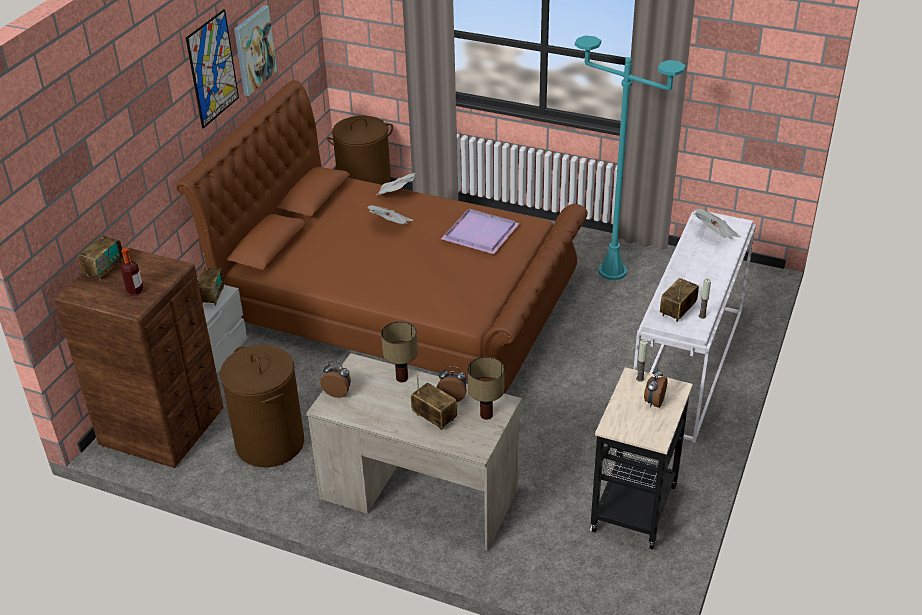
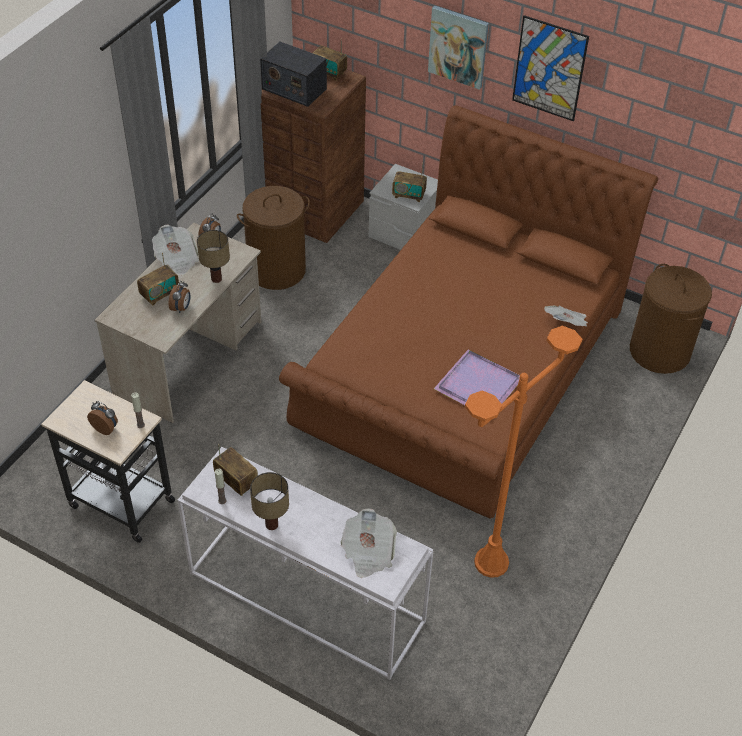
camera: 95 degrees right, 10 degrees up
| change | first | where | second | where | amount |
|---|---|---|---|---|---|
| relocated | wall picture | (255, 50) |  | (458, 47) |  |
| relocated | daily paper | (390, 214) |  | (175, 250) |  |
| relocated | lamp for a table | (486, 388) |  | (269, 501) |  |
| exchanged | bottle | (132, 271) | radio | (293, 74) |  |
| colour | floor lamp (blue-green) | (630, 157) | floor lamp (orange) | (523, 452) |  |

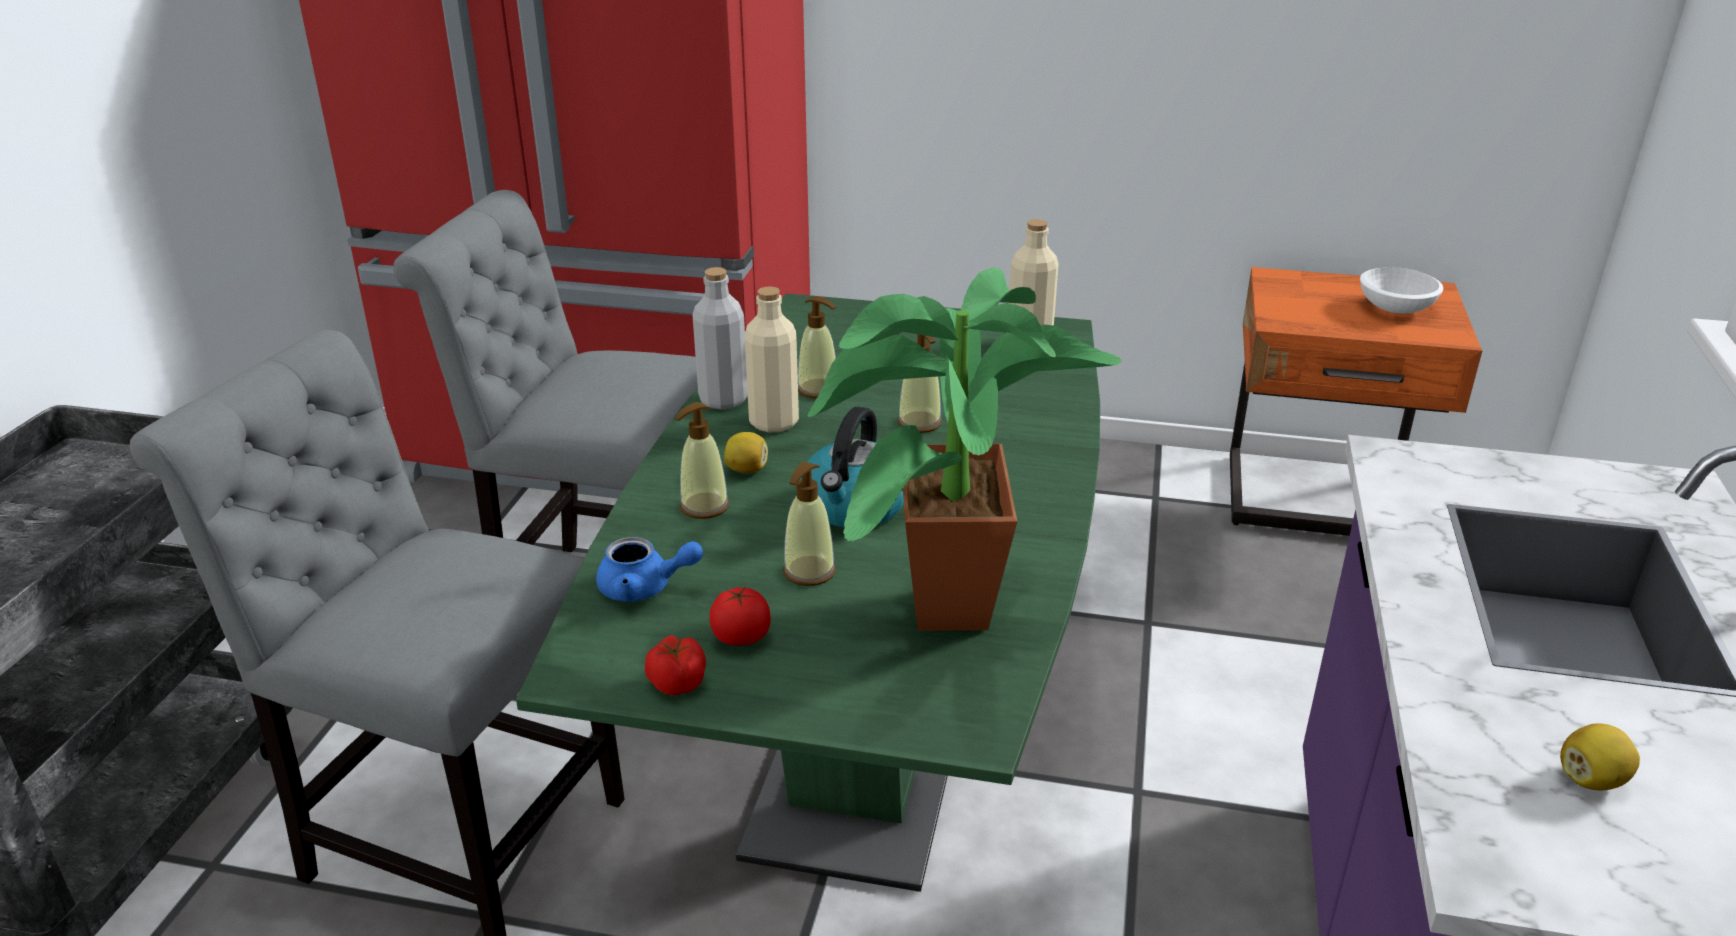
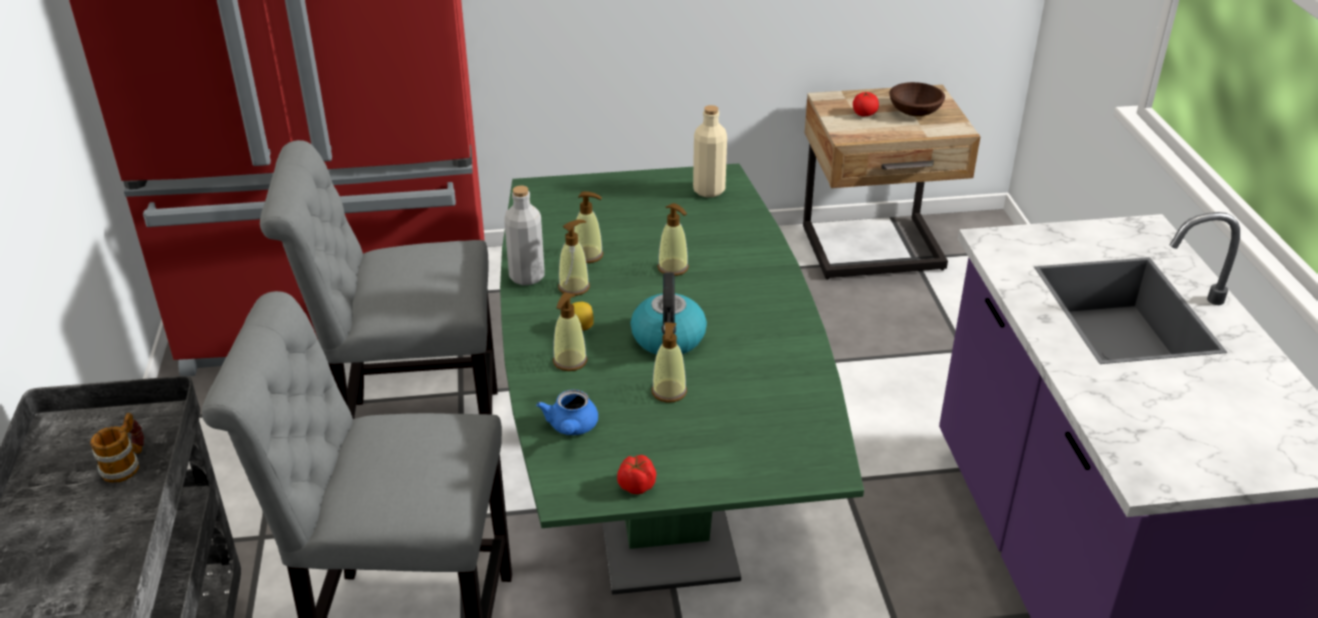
camera: 20 degrees left, 5 degrees up
| change | first | where | second | where | amount |
|---|---|---|---|---|---|
| missing | potted plant | (964, 449) |  |  |  |
| missing | lemon | (1600, 757) |  |  |  |
| appeared |  |  | coffee mug | (117, 448) |  |
| relocated | fresh tomato | (740, 616) |  | (866, 103) |  |
| exchanged | bottle (beige) | (772, 360) | liquid soap bottle | (574, 258) |  |
| colour | nightstand (orange) | (1356, 401) | nightstand (beige) | (892, 182) |  |
| colour | serving bowl (white-coloured) | (1401, 290) | serving bowl (brown-coloured) | (917, 99) |  |
| spun | tea pot (blue-coloured) | (649, 569) |  | (567, 412) | 105 degrees clockwise |

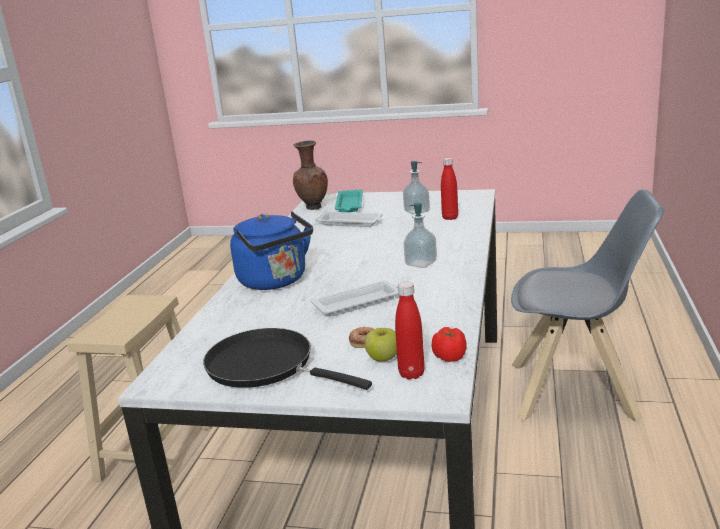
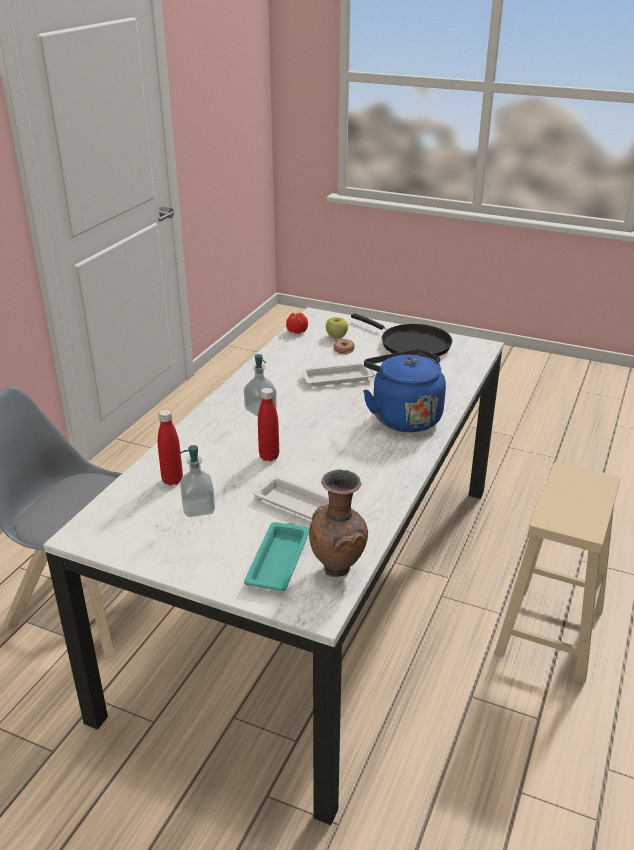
camera: 170 degrees left, 10 degrees up
| change | first | where | second | where | amount |
|---|---|---|---|---|---|
| relocated | bottle (red-coloured) | (410, 331) |  | (268, 424) |  |

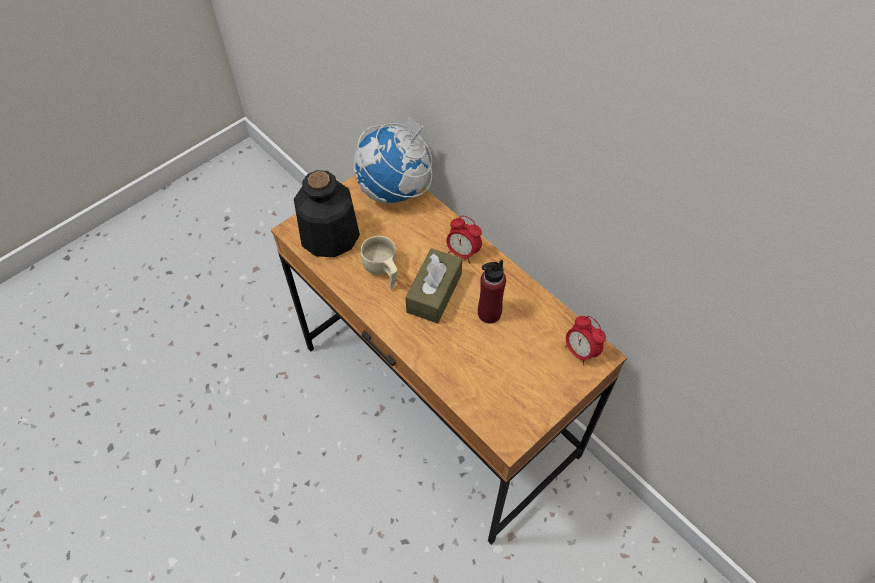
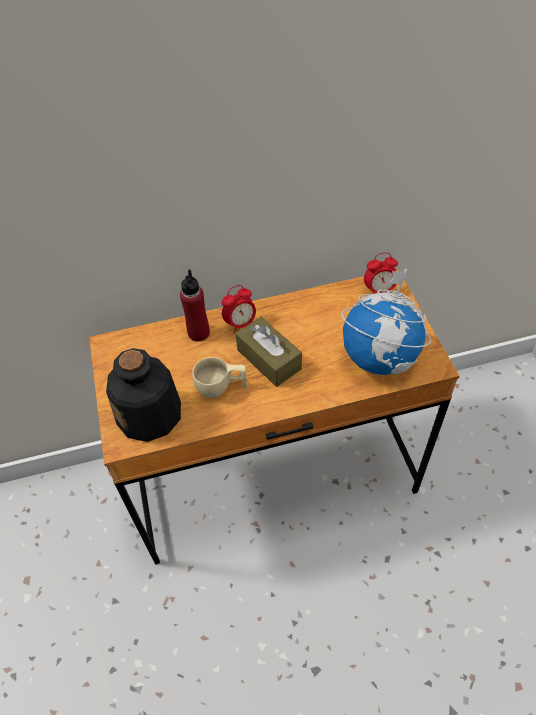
camera: 60 degrees left, 5 degrees down
| change | first | where | second | where | amount |
|---|---|---|---|---|---|
| relocated | globe | (392, 159) |  | (386, 322) |  |
| relocated | bottle (red-coloured) | (492, 291) |  | (195, 305) |  |

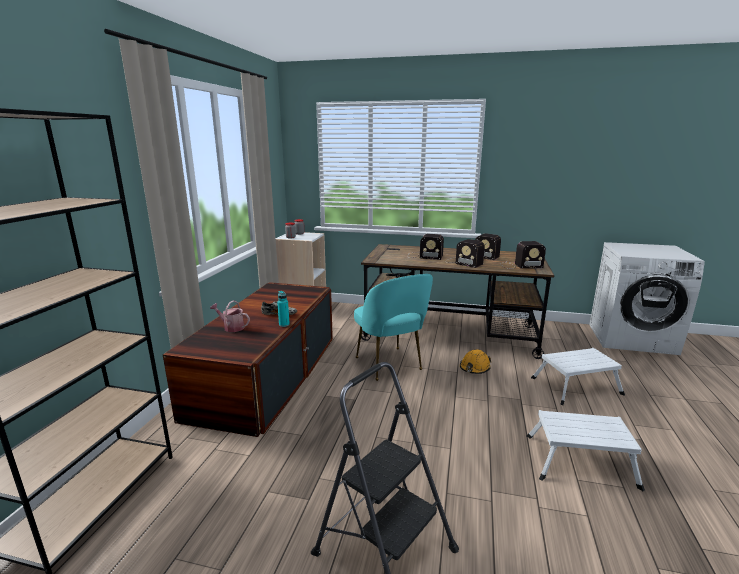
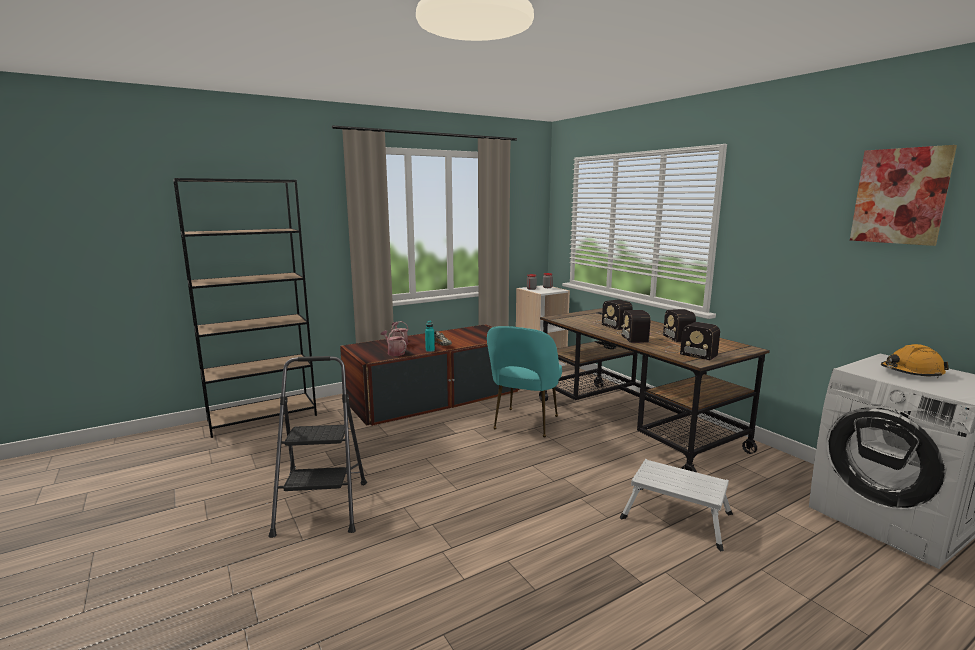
camera: 45 degrees right, 5 degrees down
| change | first | where | second | where | amount |
|---|---|---|---|---|---|
| missing | stepladder (white-coloured) | (585, 450) |  |  |  |
| appeared |  |  | watering pot | (394, 342) |  |
| appeared |  |  | wall picture | (903, 195) |  |
| relocated | safety helmet (orange) | (475, 361) |  | (915, 361) |  |

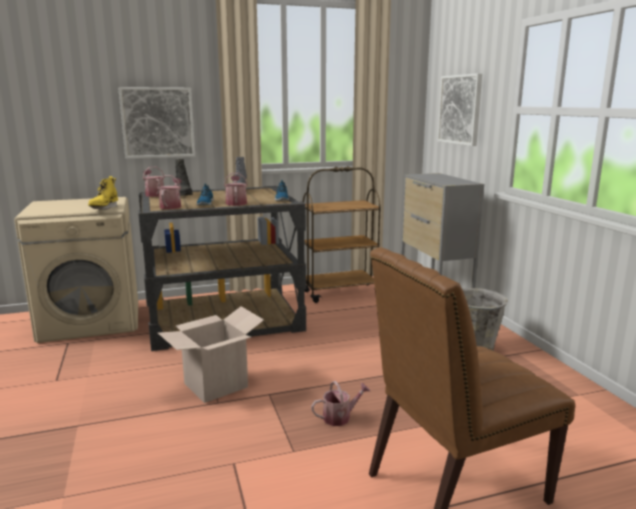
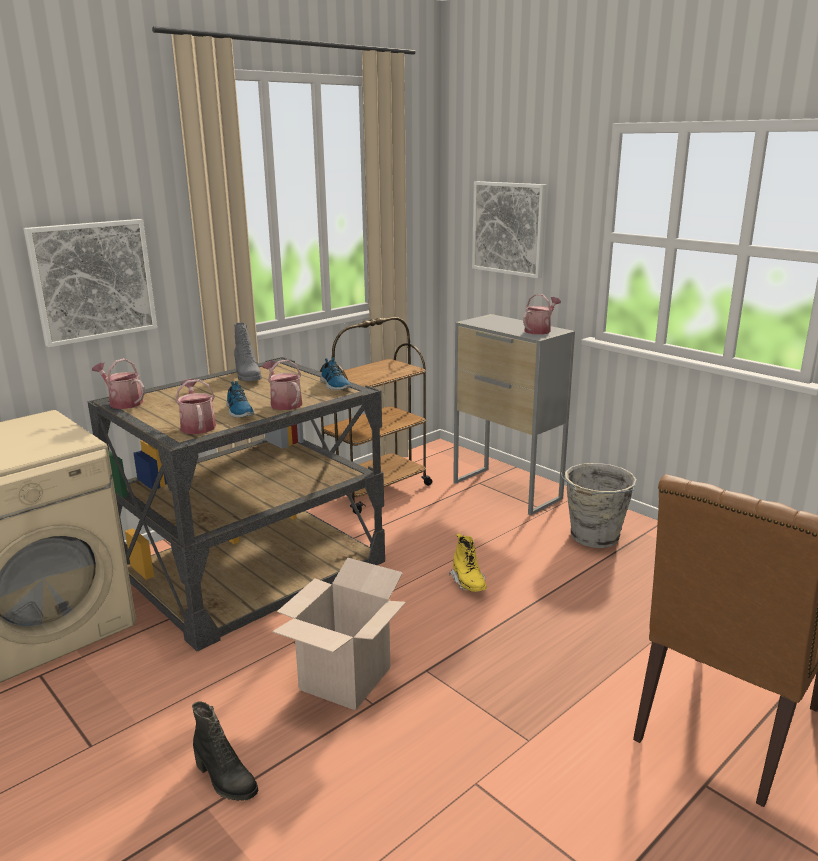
camera: 25 degrees left, 5 degrees up
| change | first | where | second | where | amount |
|---|---|---|---|---|---|
| relocated | boot (yellow-coloured) | (103, 193) |  | (468, 562) |  |
| relocated | boot (blackish) | (184, 177) |  | (225, 751) |  |
| relocated | watering pot | (340, 403) |  | (542, 314) |  |

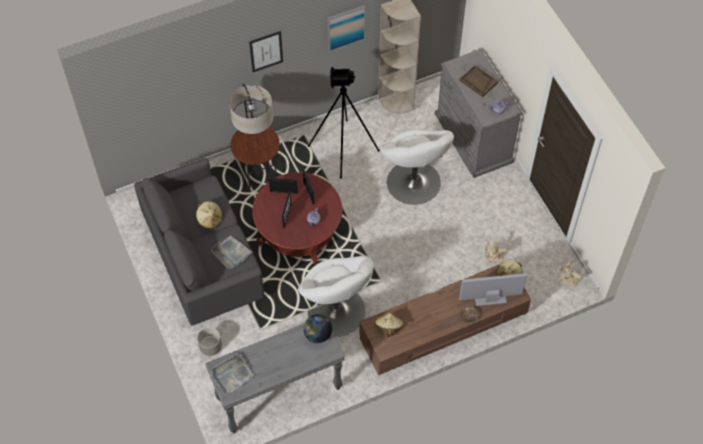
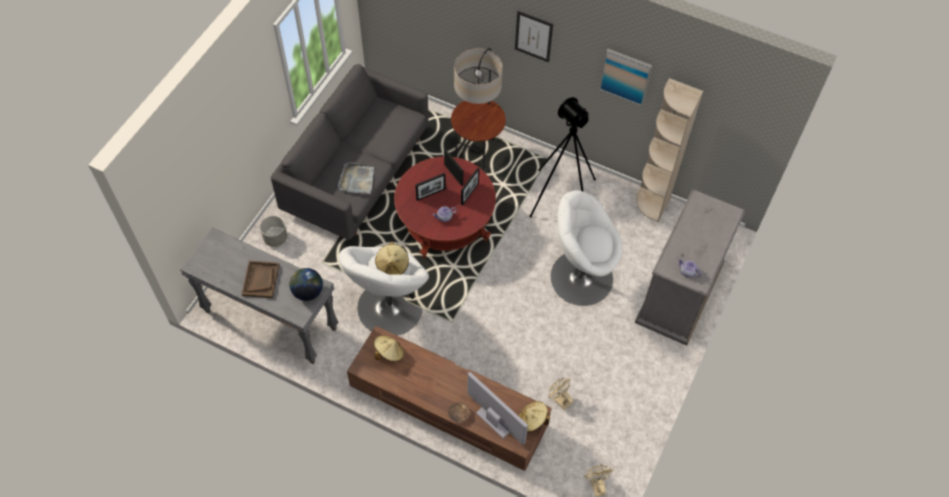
camera: 50 degrees right, 0 degrees up
| change | first | where | second | where | amount |
|---|---|---|---|---|---|
| missing | carrying tray (grey) | (232, 374) |  |  |  |
| relocated | clothing hat (beige) | (209, 215) |  | (392, 258) |  |
| relocated | carrying tray (brown-coloured) | (478, 81) |  | (261, 279) |  |
| spun | lounge chair (white-coloured) | (417, 167) |  | (587, 248) | 60 degrees clockwise |

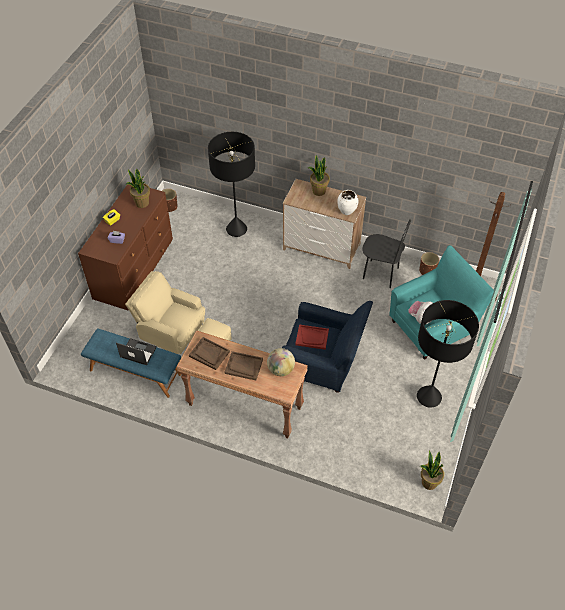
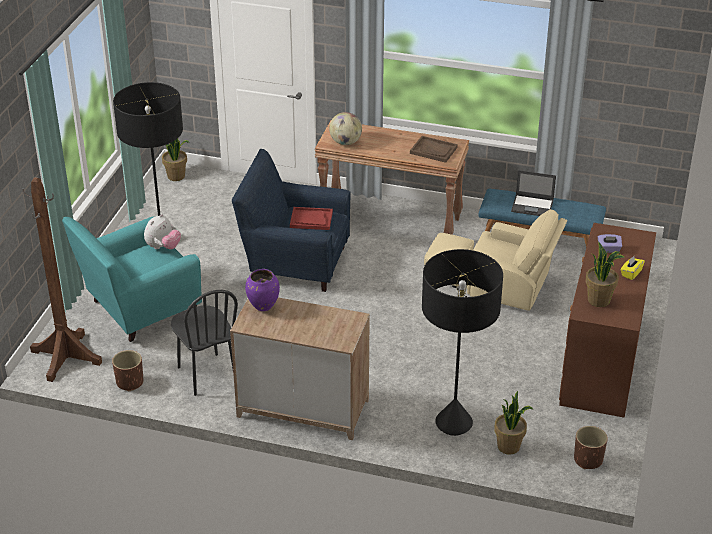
camera: 175 degrees right, 15 degrees down
| change | first | where | second | where | amount |
|---|---|---|---|---|---|
| missing | carrying tray (brown-coloured) | (244, 365) |  |  |  |
| relocated | potted plant | (319, 175) |  | (514, 423) |  |
| colour | flower vase (white-coloured) | (347, 202) | flower vase (purple) | (262, 290) |  |
| spun | chair (blackish) | (386, 253) |  | (204, 343) | 135 degrees counterclockwise |

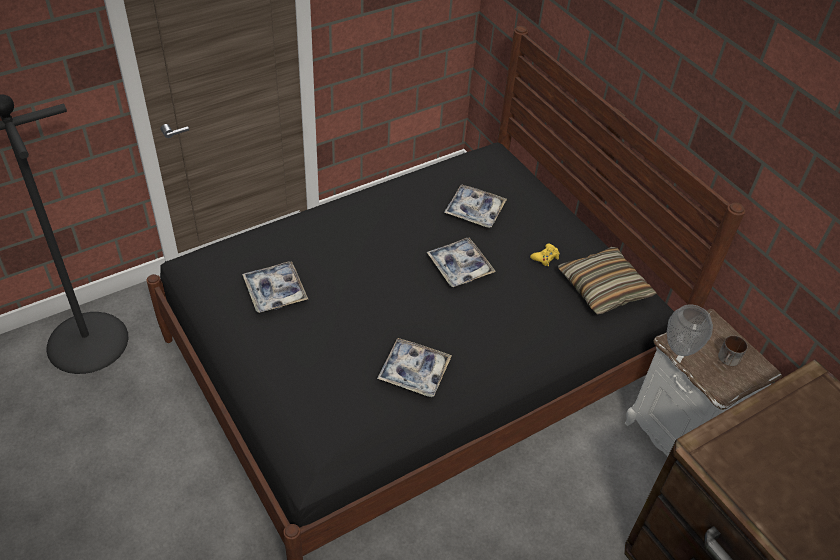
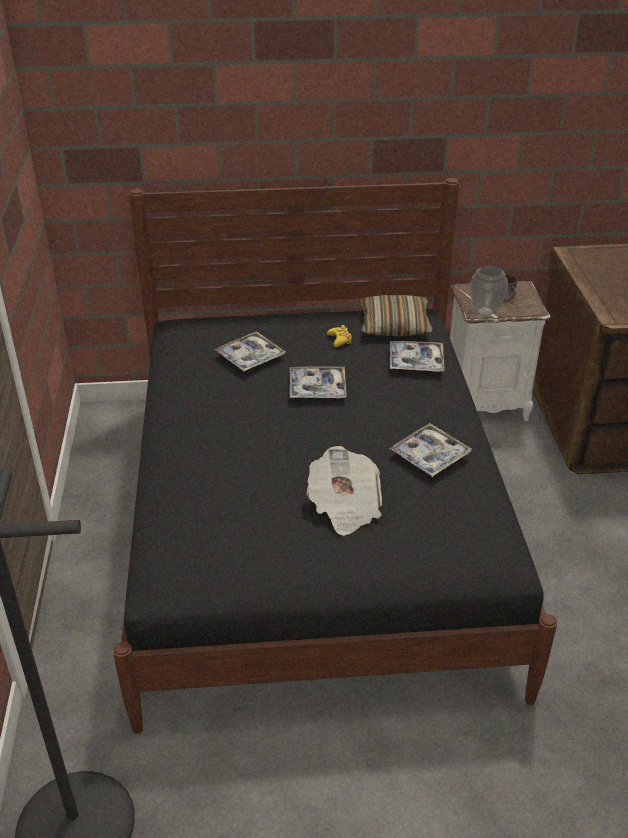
camera: 60 degrees left, 10 degrees down
| change | first | where | second | where | amount |
|---|---|---|---|---|---|
| appeared |  |  | daily paper | (344, 491) |  |
| relocated | carrying tray | (275, 287) |  | (417, 356) |  |

